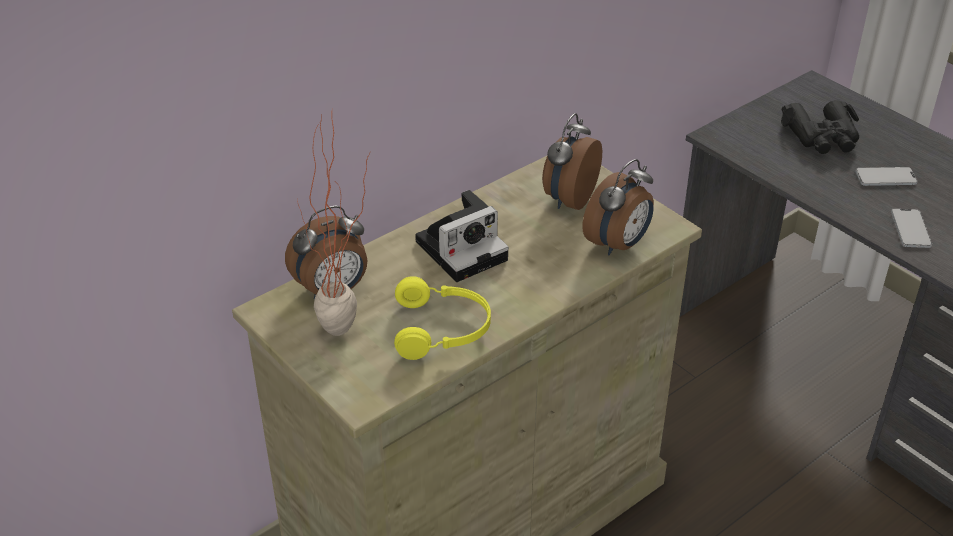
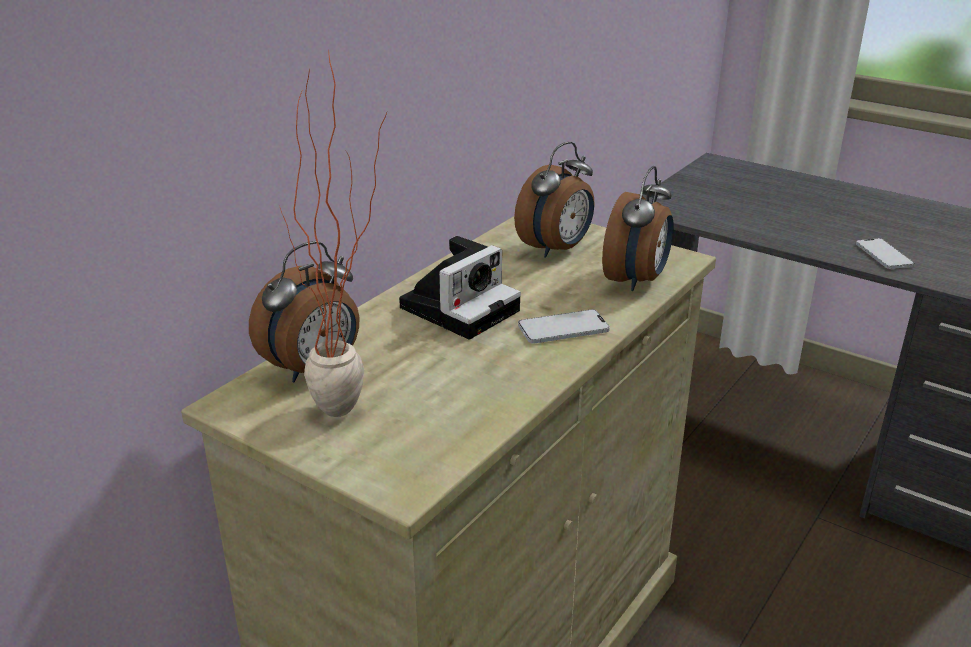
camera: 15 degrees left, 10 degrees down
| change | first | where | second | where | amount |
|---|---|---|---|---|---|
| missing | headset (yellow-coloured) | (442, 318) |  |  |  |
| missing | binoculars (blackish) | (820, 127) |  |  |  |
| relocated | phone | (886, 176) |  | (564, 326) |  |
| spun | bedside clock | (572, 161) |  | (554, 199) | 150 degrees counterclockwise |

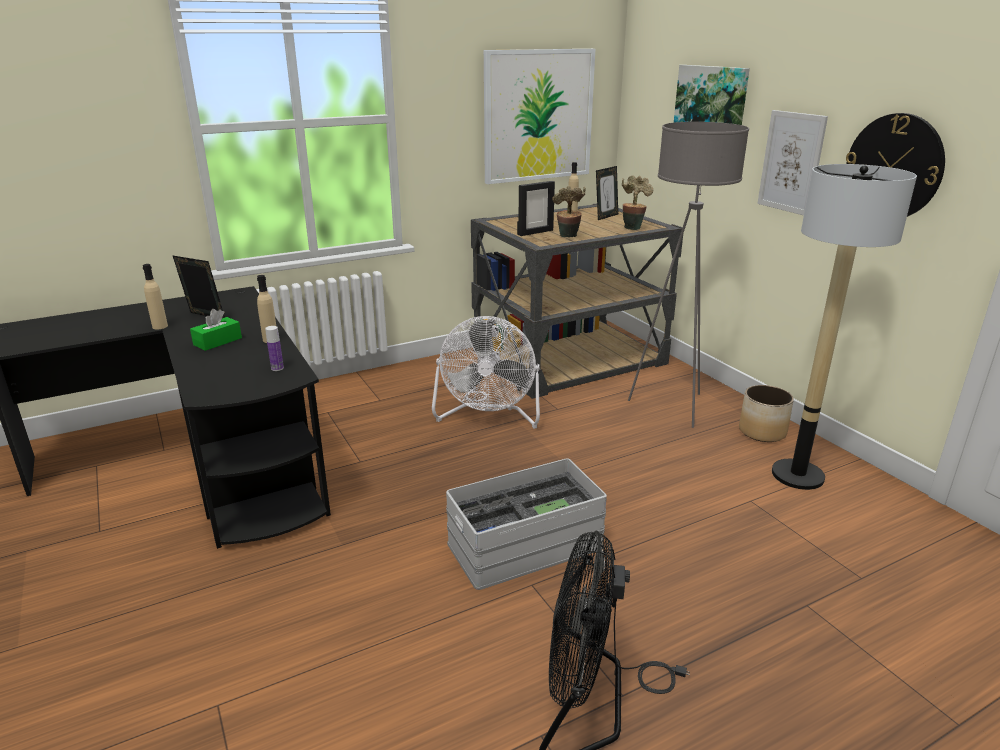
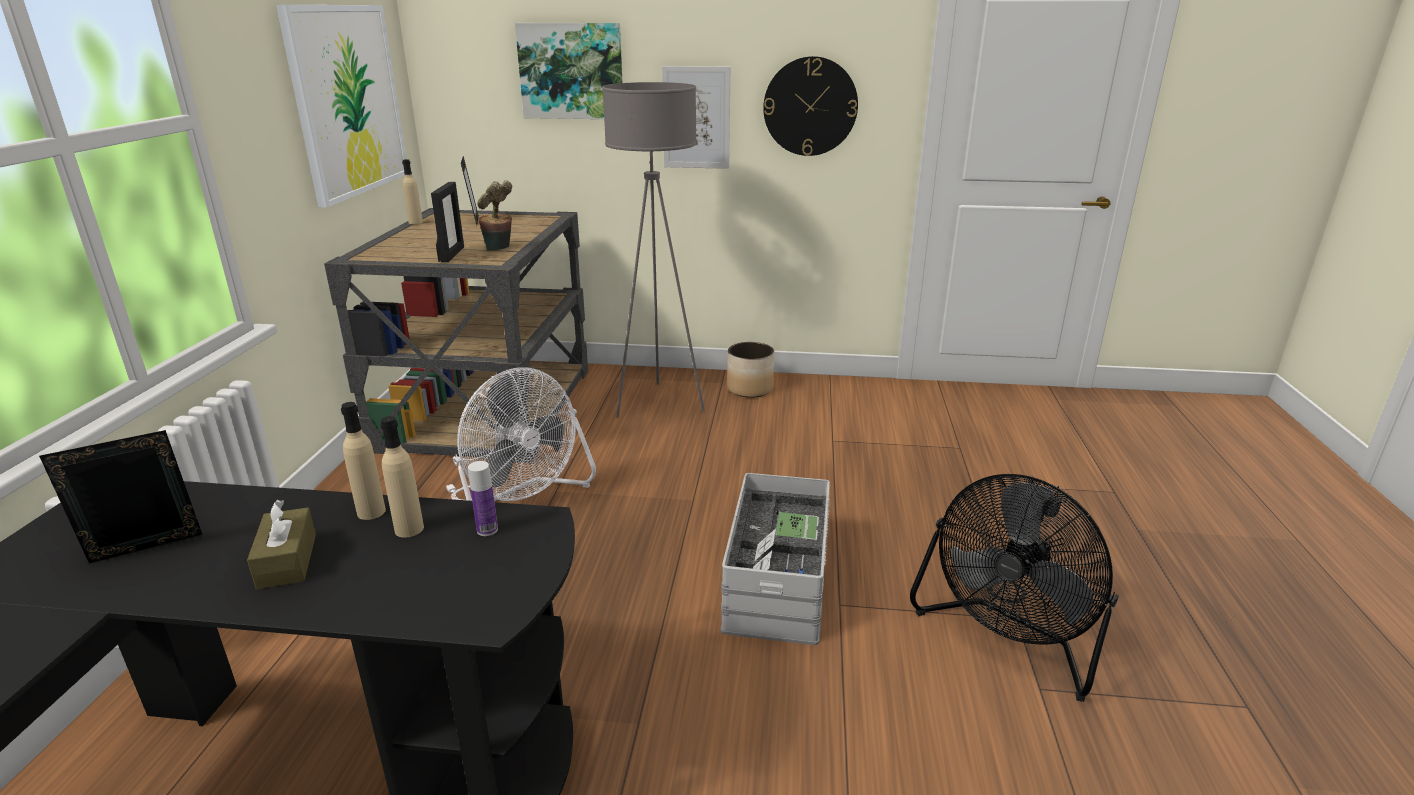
camera: 55 degrees left, 0 degrees up
| change | first | where | second | where | amount |
|---|---|---|---|---|---|
| missing | potted plant | (637, 202) |  |  |  |
| missing | floor lamp | (844, 327) |  |  |  |
| relocated | bottle (beige) | (155, 296) |  | (402, 477) |  |
| colour | tissue box (green-coloured) | (216, 330) | tissue box (brown-coloured) | (281, 544) |  |

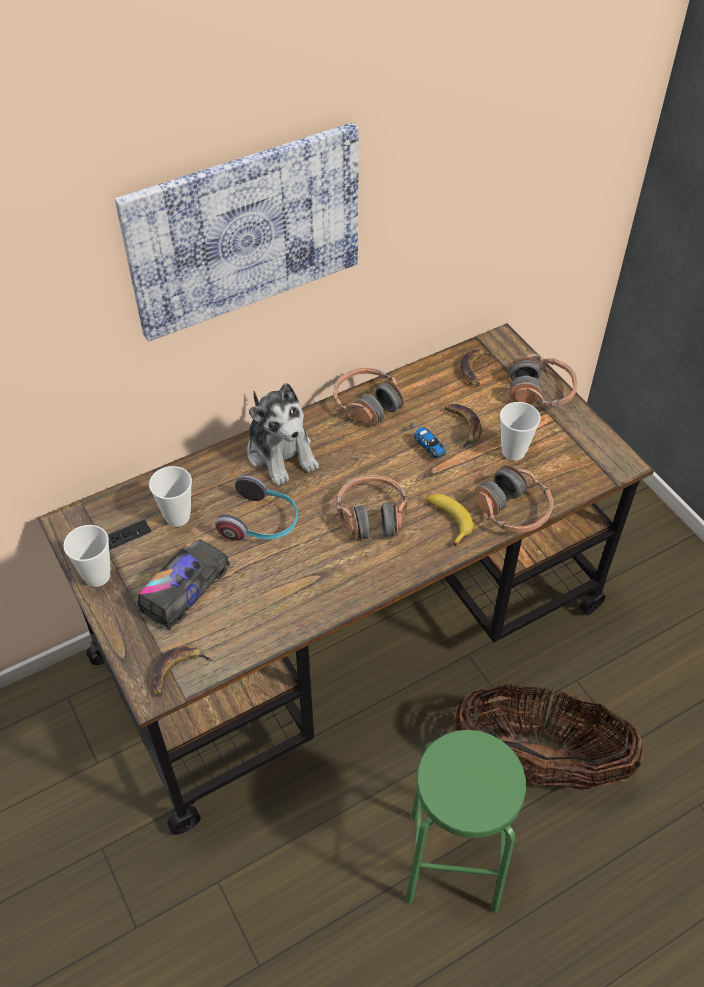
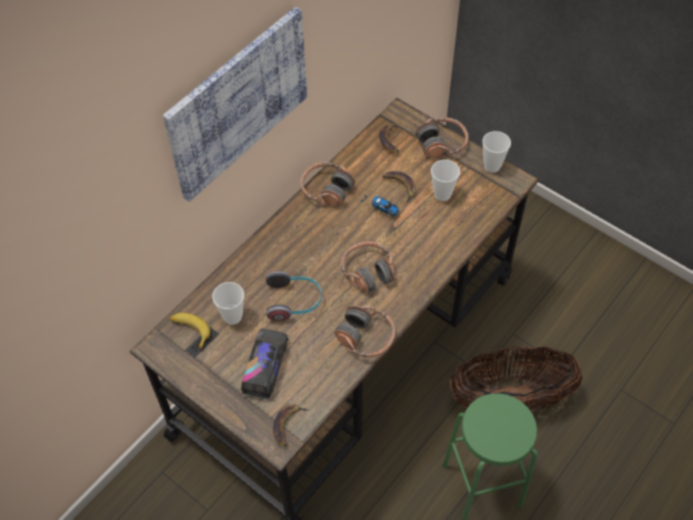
camera: 20 degrees left, 5 degrees up
| change | first | where | second | where | amount |
|---|---|---|---|---|---|
| missing | cuddly toy | (283, 434) |  |  |  |
| relocated | drinking cup | (87, 556) |  | (496, 152) |  |
| relocated | whole banana | (450, 520) |  | (190, 331) |  |
| relocated | headset | (514, 499) |  | (364, 332) |  |

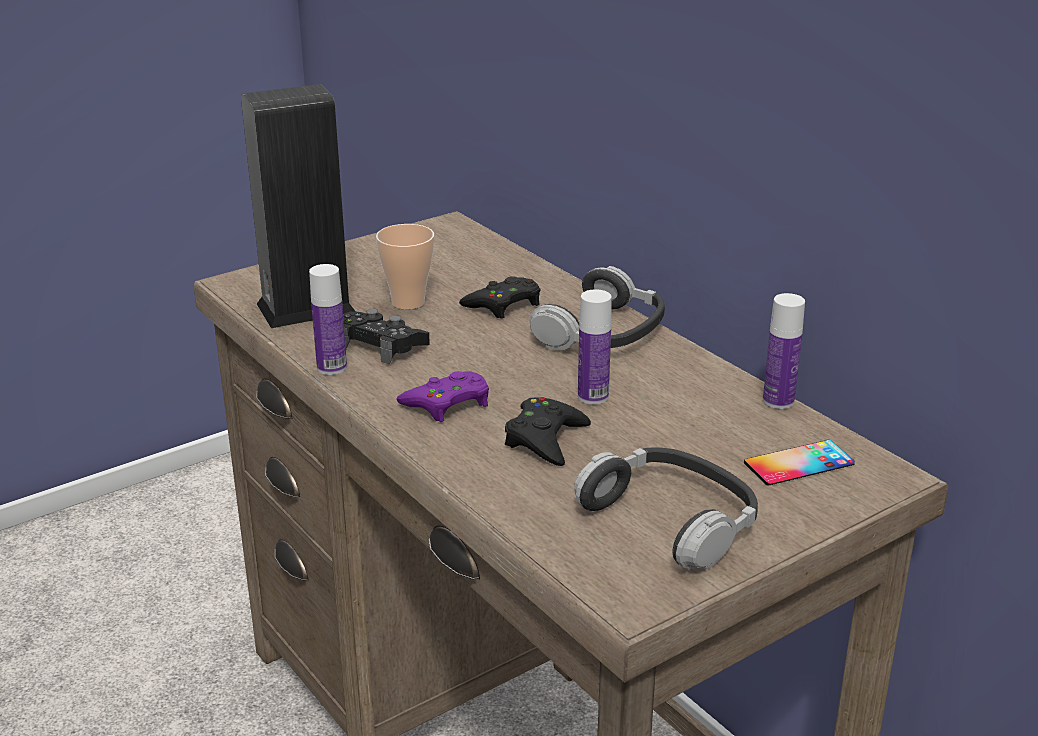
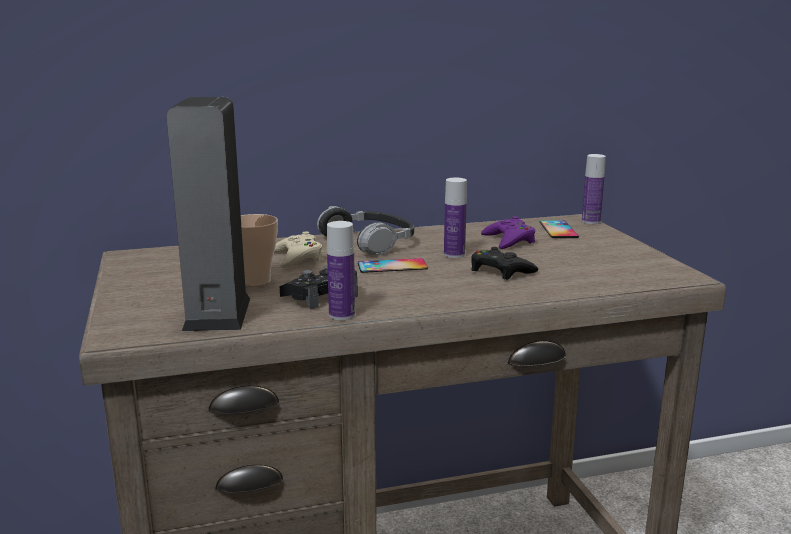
camera: 70 degrees left, 10 degrees down
| change | first | where | second | where | amount |
|---|---|---|---|---|---|
| missing | headset | (666, 508) |  |  |  |
| appeared |  |  | phone | (393, 265) |  |
| relocated | gamepad (purple) | (443, 396) |  | (508, 232) |  |
| relocated | bottle | (784, 351) |  | (594, 189) |  |
| colour | gamepad (blackish) | (499, 297) | gamepad (beige) | (298, 249) |  |

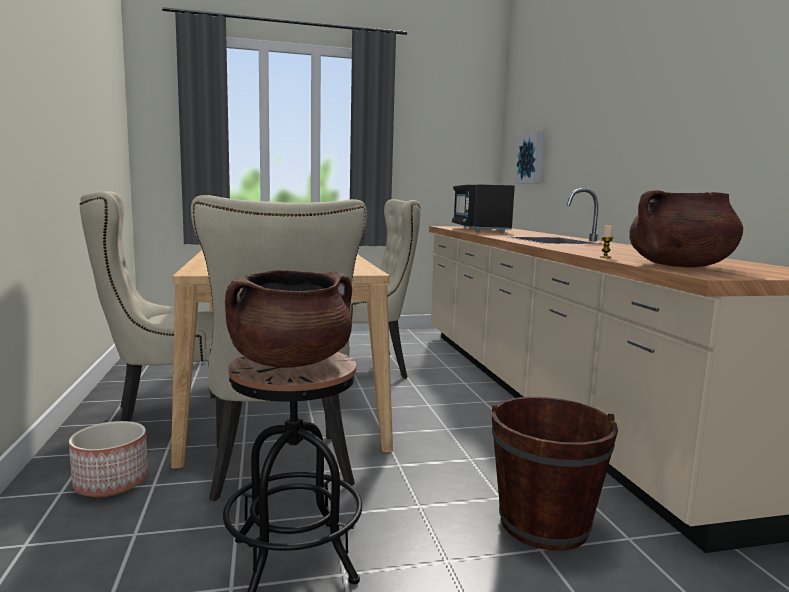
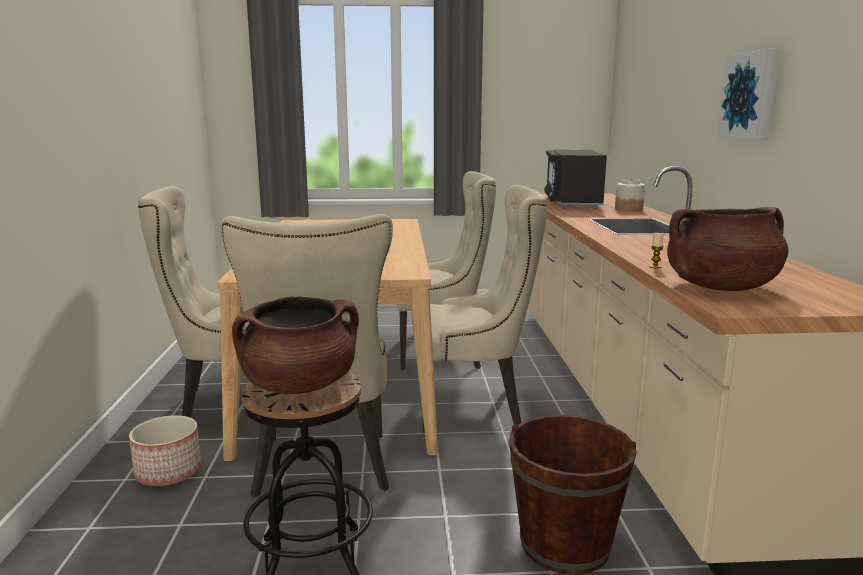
camera: 10 degrees right, 5 degrees up
| change | first | where | second | where | amount |
|---|---|---|---|---|---|
| appeared |  |  | chair (beige) | (485, 309) |  |
| appeared |  |  | jar | (630, 195) |  |
| relocated | wall picture | (530, 157) |  | (748, 94) |  |

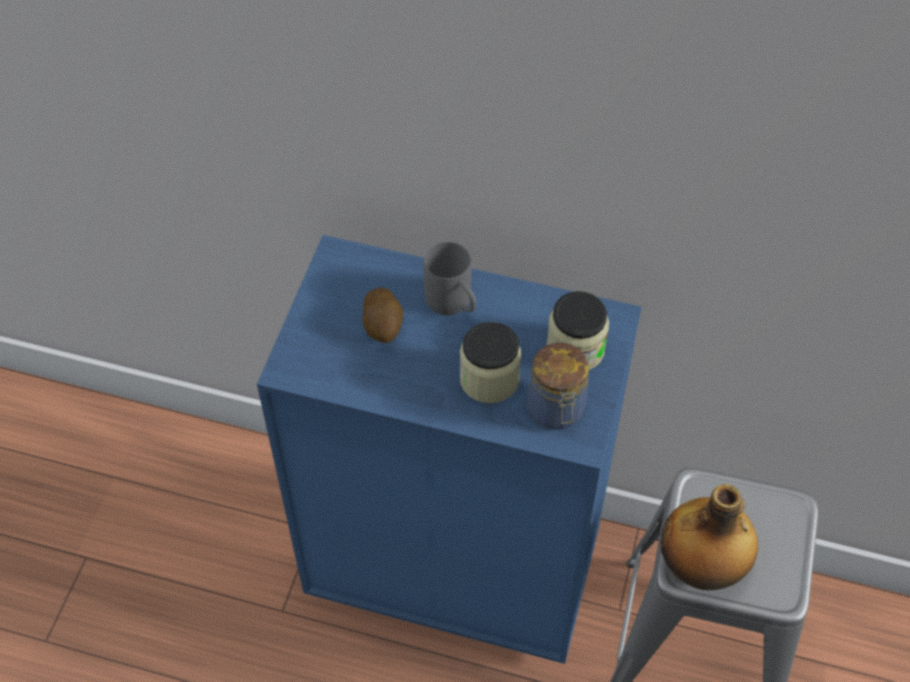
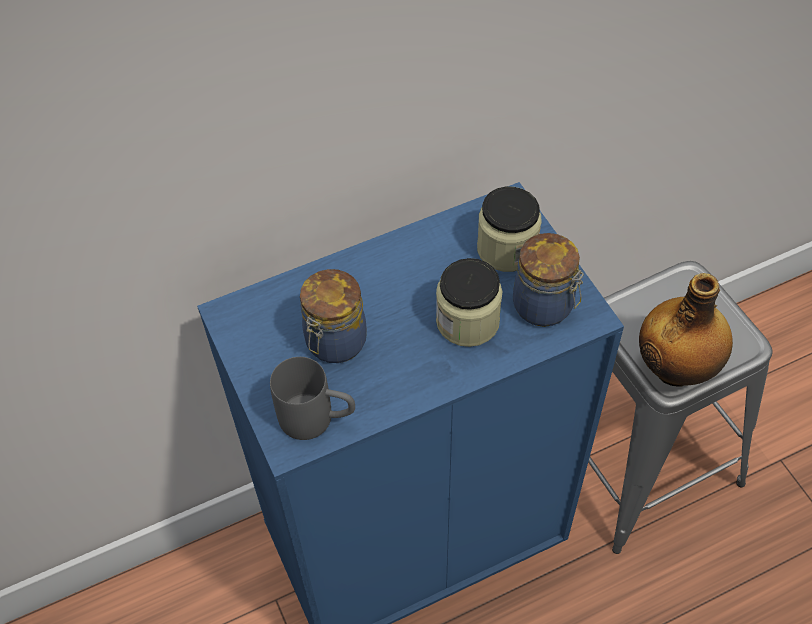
camera: 40 degrees left, 0 degrees up
| change | first | where | second | where | amount |
|---|---|---|---|---|---|
| relocated | coffee mug (grey) | (450, 278) |  | (312, 398) |  |
| exchanged | potato | (383, 315) | jar | (333, 316) |  |

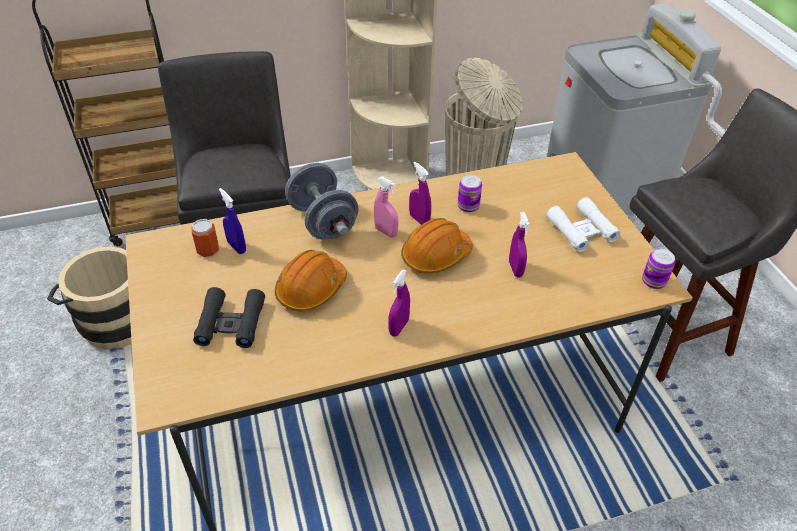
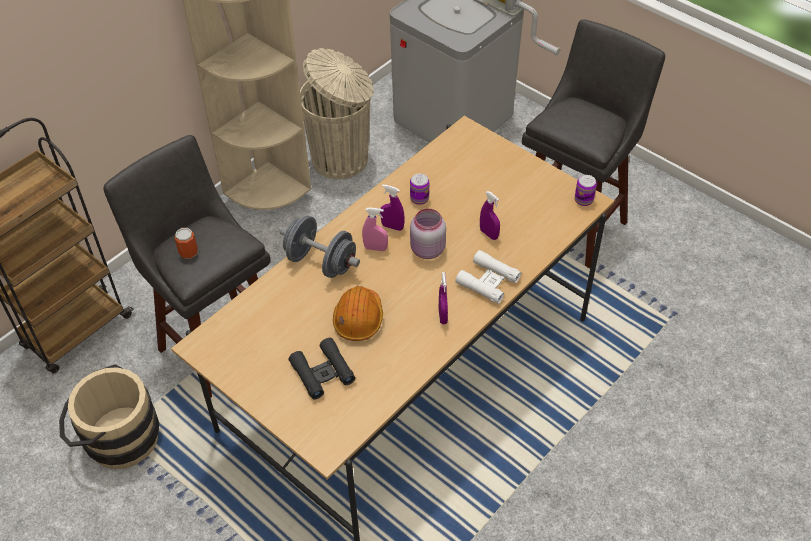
camera: 30 degrees left, 5 degrees up
| change | first | where | second | where | amount |
|---|---|---|---|---|---|
| missing | hand sprayer (blue-coloured) | (232, 221) |  |  |  |
| relocated | sealed can | (205, 238) |  | (186, 243) |  |
| relocated | binoculars (white-coloured) | (583, 224) |  | (488, 277) |  |
| exchanged | safety helmet (orange) | (437, 245) | jar (pink) | (428, 234) |  |

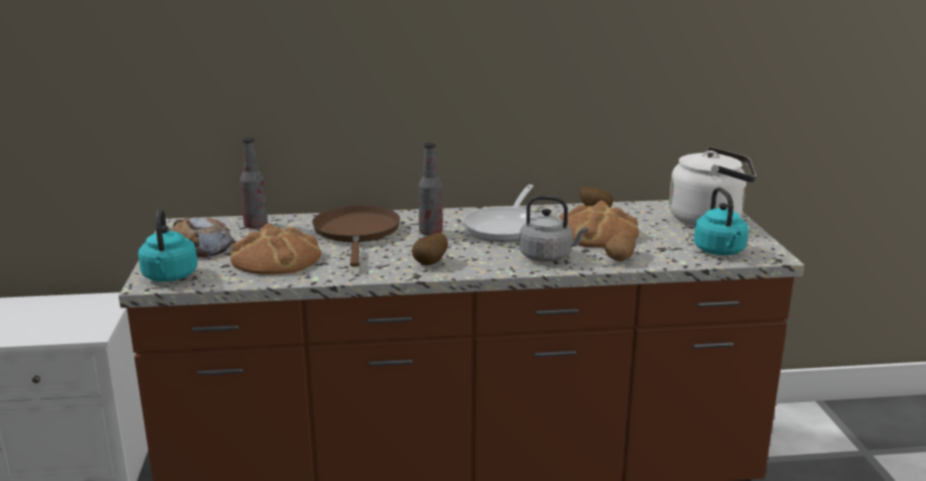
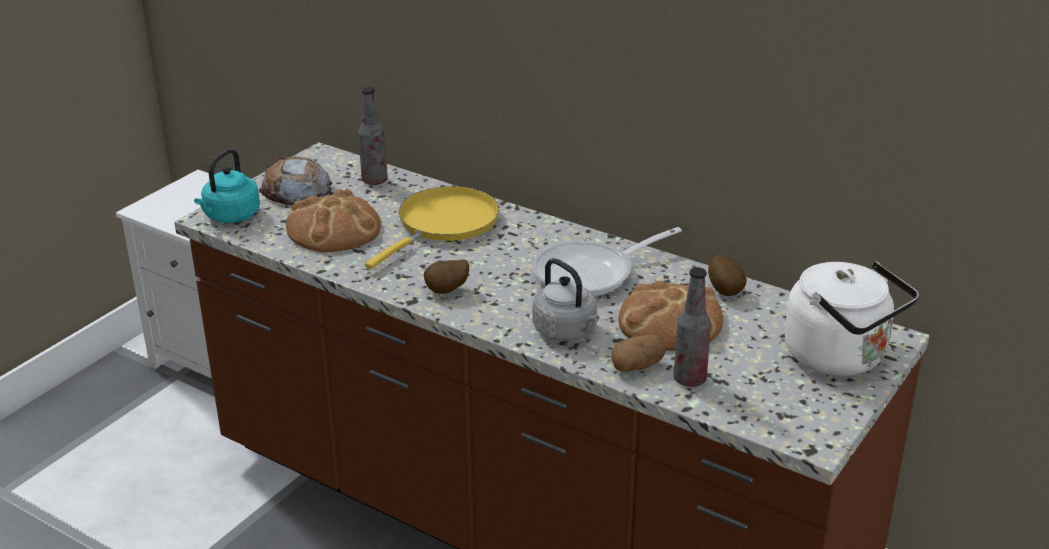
camera: 40 degrees right, 10 degrees up
| change | first | where | second | where | amount |
|---|---|---|---|---|---|
| missing | water kettle (blue-green) | (721, 221) |  |  |  |
| relocated | bottle | (430, 189) |  | (692, 327) |  |
| colour | pan (brown-coloured) | (356, 236) | pan (yellow-coloured) | (432, 227) |  |

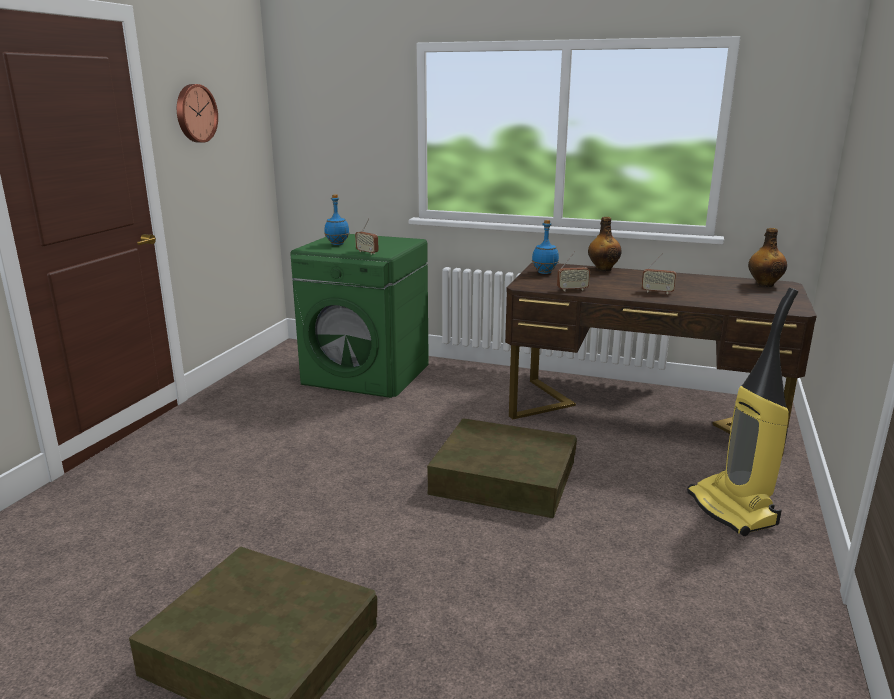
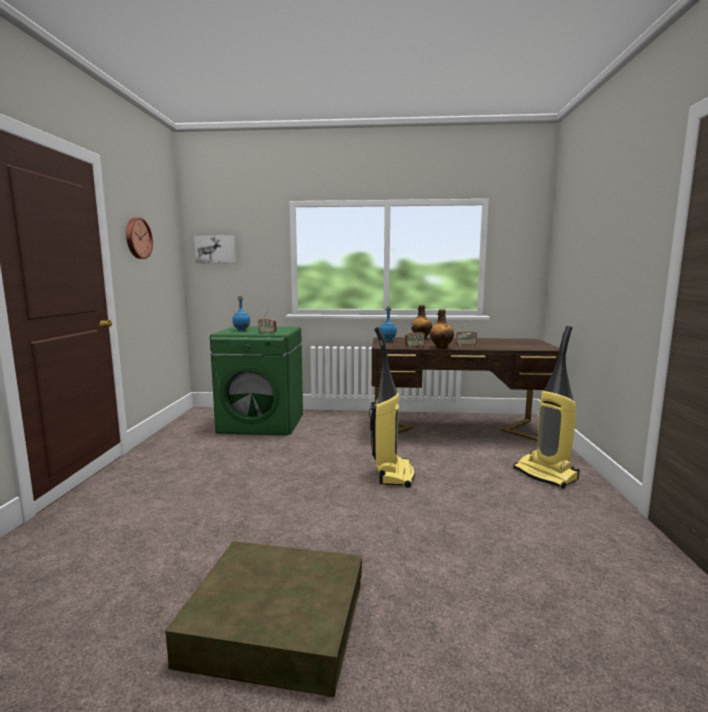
camera: 15 degrees left, 10 degrees down
| change | first | where | second | where | amount |
|---|---|---|---|---|---|
| appeared |  |  | wall picture | (215, 249) |  |
| relocated | bottle | (767, 257) |  | (442, 329) |  |
| exchanged | storage container (brown-coloured) | (502, 468) | vacuum cleaner | (392, 407) |  |

